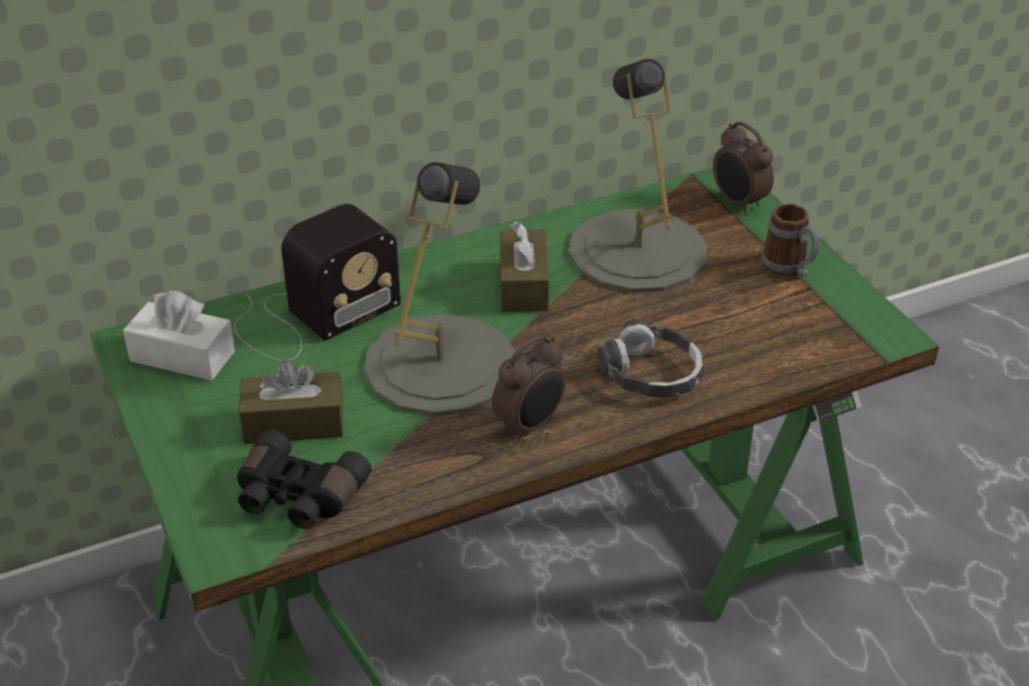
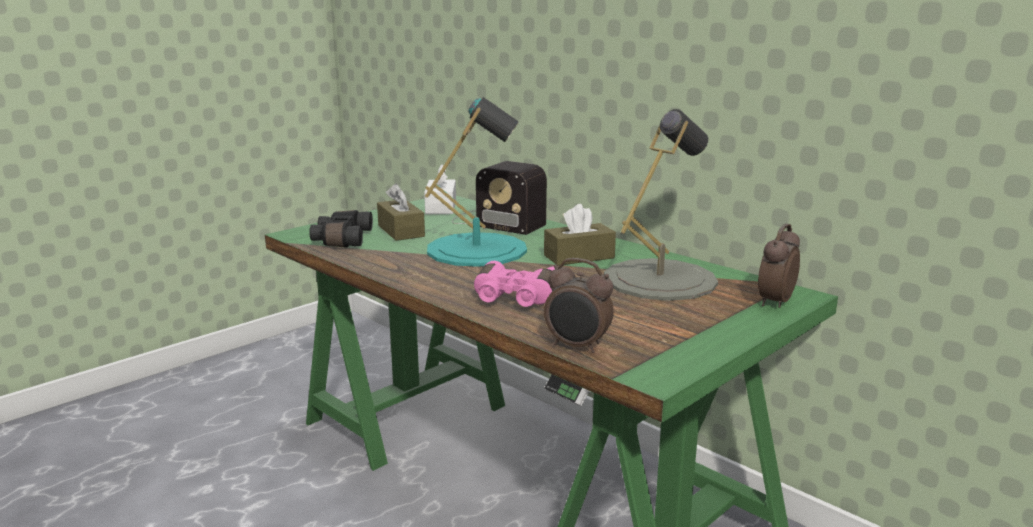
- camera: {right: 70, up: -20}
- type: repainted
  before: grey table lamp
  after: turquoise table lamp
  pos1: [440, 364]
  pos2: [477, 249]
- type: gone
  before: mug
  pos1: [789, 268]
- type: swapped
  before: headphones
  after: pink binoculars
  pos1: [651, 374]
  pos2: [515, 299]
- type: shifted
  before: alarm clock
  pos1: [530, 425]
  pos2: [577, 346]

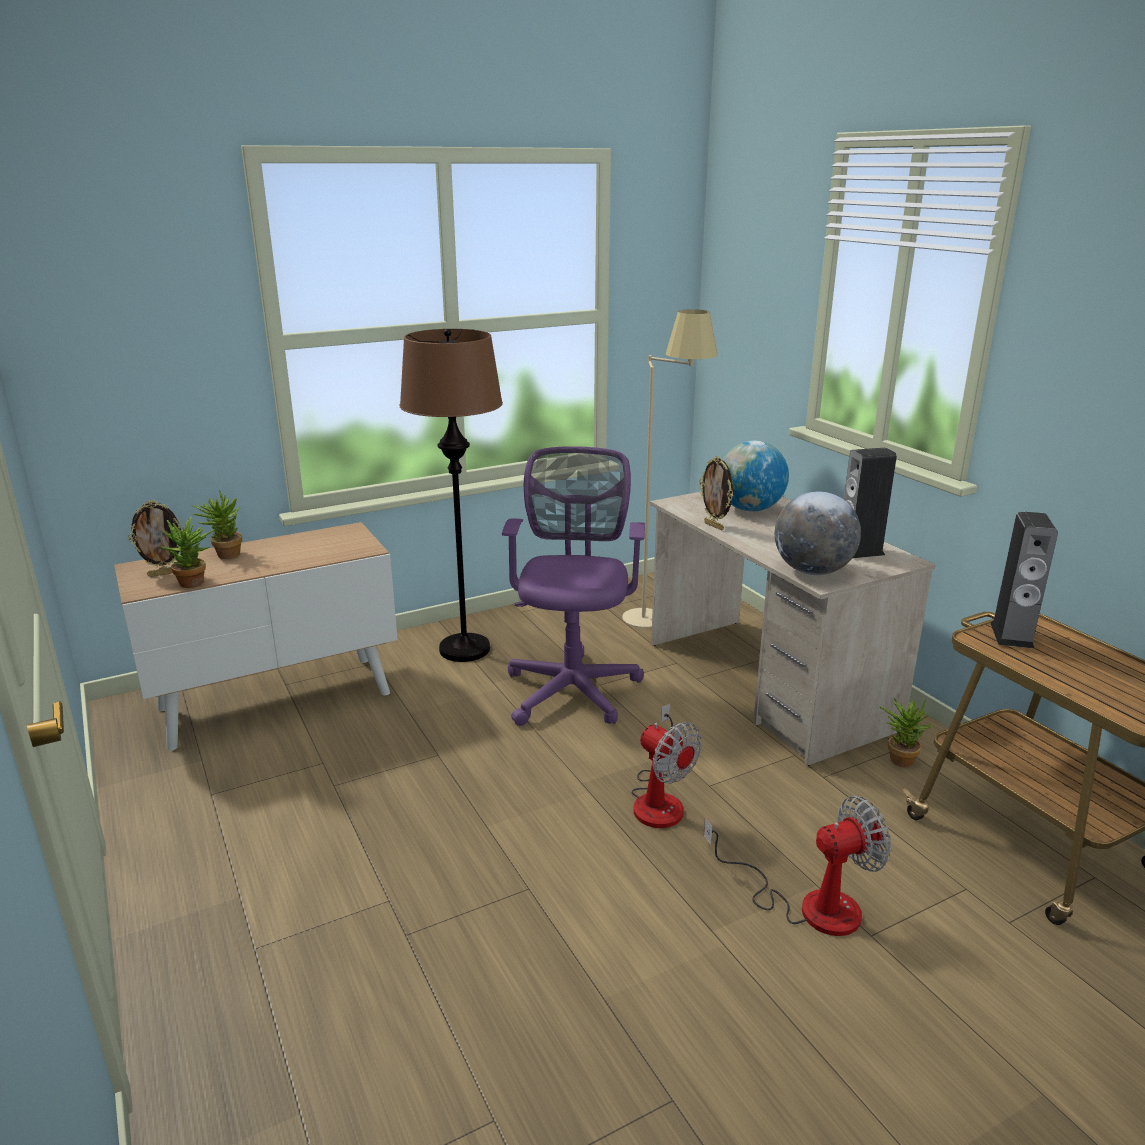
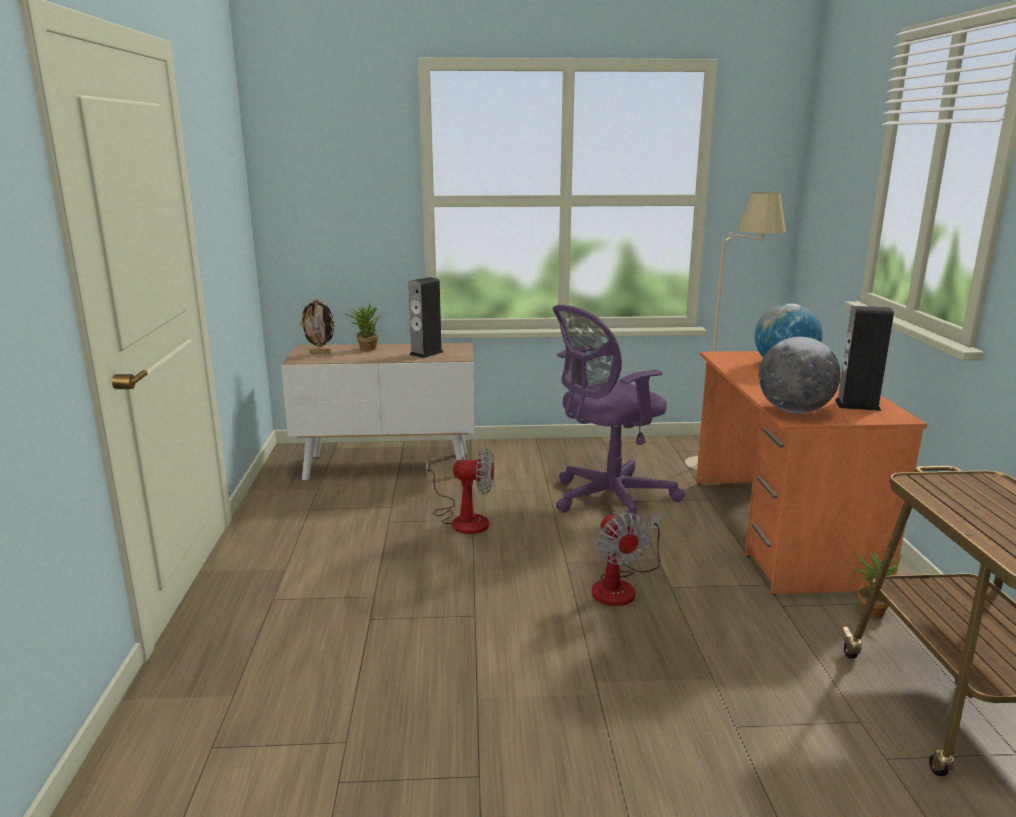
- camera: {right: 25, up: -5}
- type: gone
  before: brown floor lamp
  pos1: [465, 649]
- type: rotated
  before: purple office chair
  pos1: [573, 687]
  pos2: [607, 499]
  turn: -150
- type: gone
  before: picture frame
  pos1: [714, 526]
- type: repainted
  before: beige desk
  after: orange desk
  pos1: [766, 685]
  pos2: [780, 530]
- type: shifted
  before: speaker
  pos1: [1011, 635]
  pos2: [426, 353]
- type: gone
  before: potted plant
  pos1: [195, 584]
- type: shifted
  before: fan
  pos1: [808, 904]
  pos2: [463, 519]

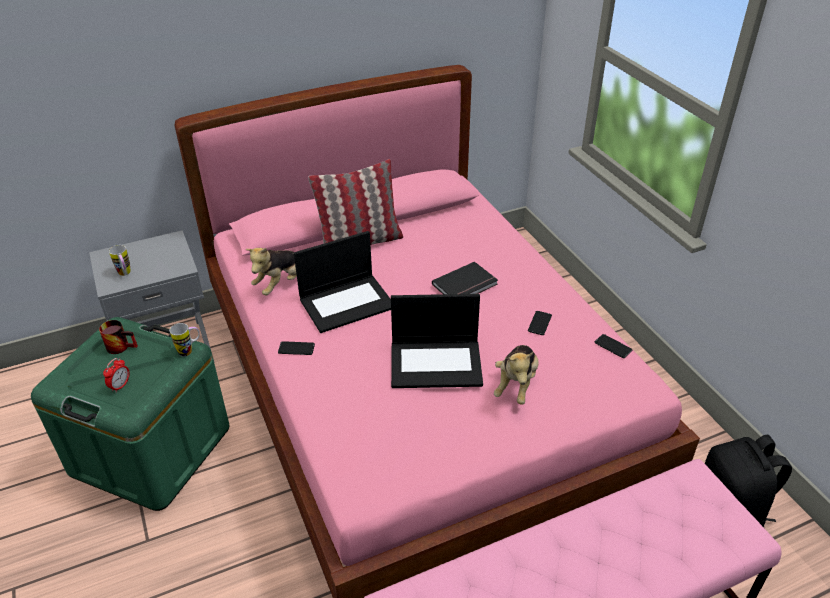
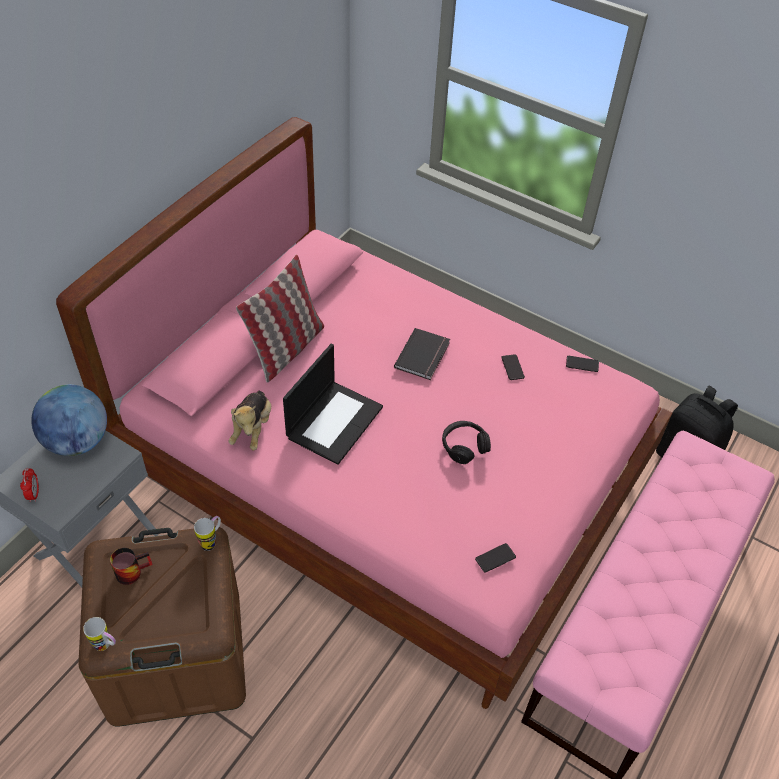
- camera: {right: -35, up: 10}
- type: shifted
  before: mug
  pos1: [125, 274]
  pos2: [106, 646]
- type: swapped
  before: laptop
  after: black headphones
  pos1: [437, 363]
  pos2: [464, 446]
- type: repainted
  before: green storage box
  after: brown storage box
  pos1: [151, 450]
  pos2: [176, 654]
- type: shifted
  before: phone
  pos1: [296, 348]
  pos2: [495, 558]
- type: gone
  before: plush toy
  pos1: [516, 384]
- type: shifted
  before: alarm clock
  pos1: [120, 386]
  pos2: [34, 494]
- type: new
  after: globe
  pos2: [77, 441]

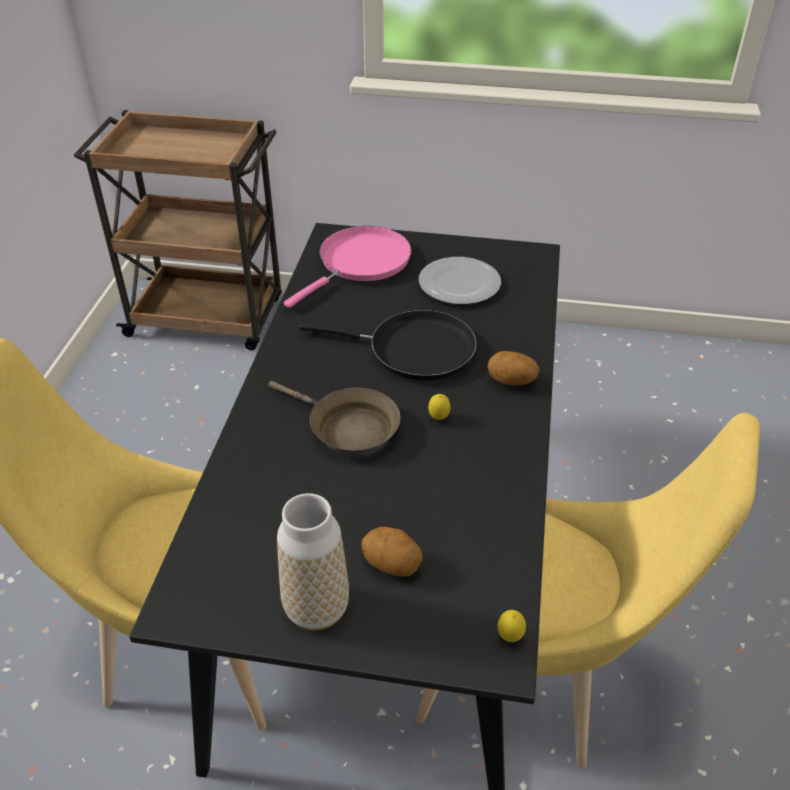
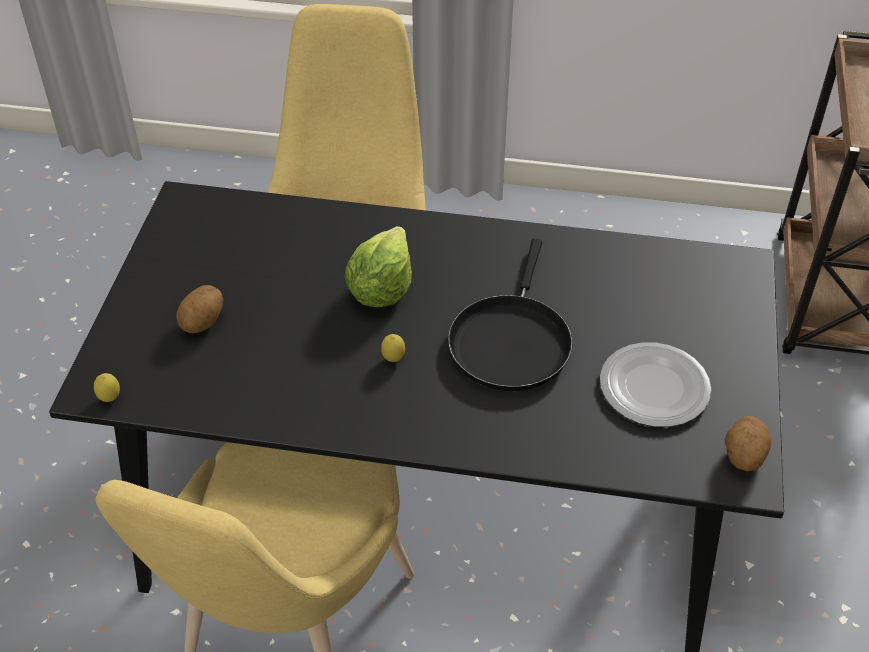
- camera: {right: 90, up: 5}
- type: gone
  before: pink frying pan
  pos1: [360, 263]
- type: shifted
  before: potato
  pos1: [511, 382]
  pos2: [743, 457]
- type: swapped
  before: brown frying pan
  after: lettuce
  pos1: [347, 428]
  pos2: [381, 289]
- type: gone
  before: vase
  pos1: [316, 609]

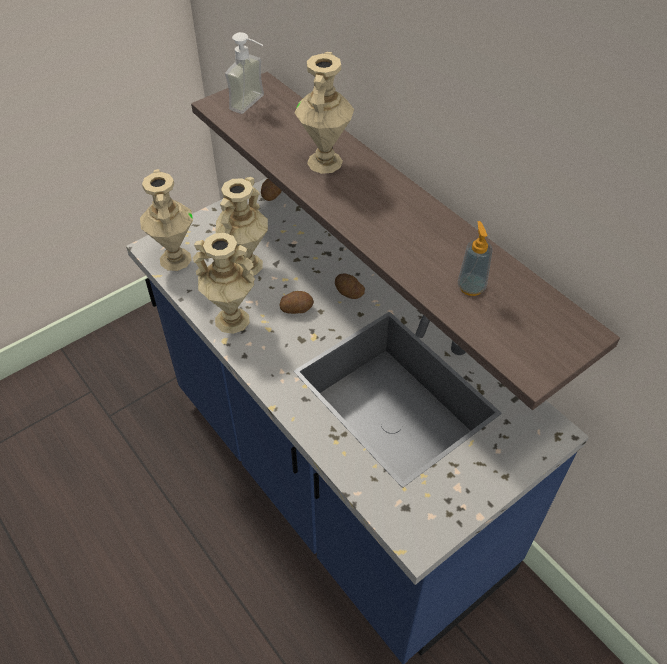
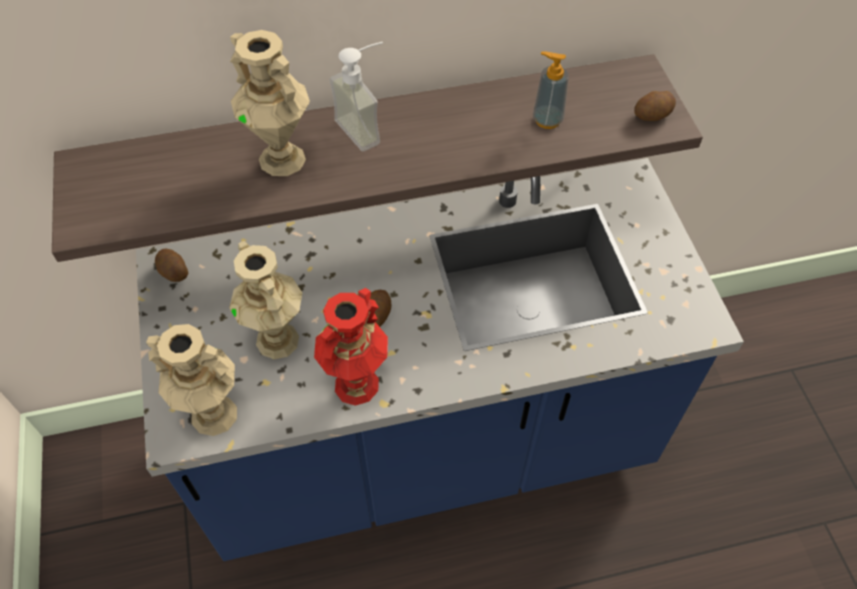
- camera: {right: -65, up: 5}
- type: shifted
  before: soap dispenser
  pos1: [254, 105]
  pos2: [367, 127]
- type: repainted
  before: beige vase
  after: red vase
  pos1: [231, 320]
  pos2: [357, 385]
- type: shifted
  before: potato
  pos1: [348, 293]
  pos2: [652, 116]

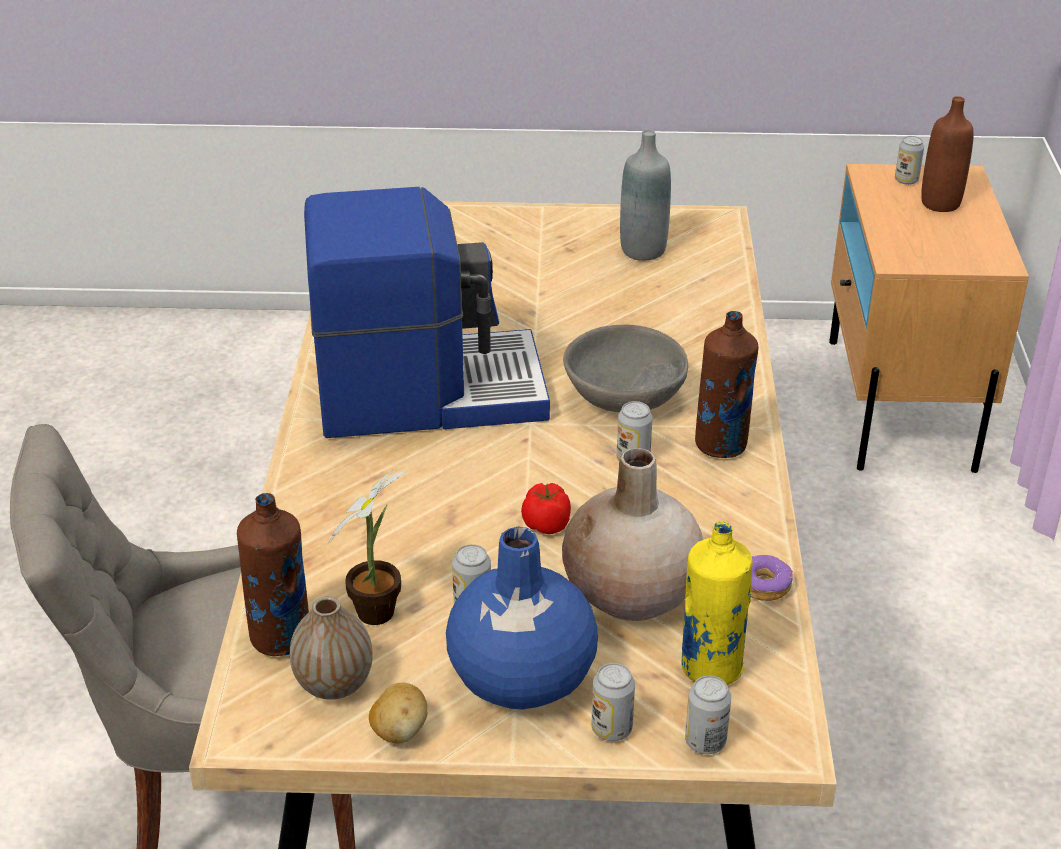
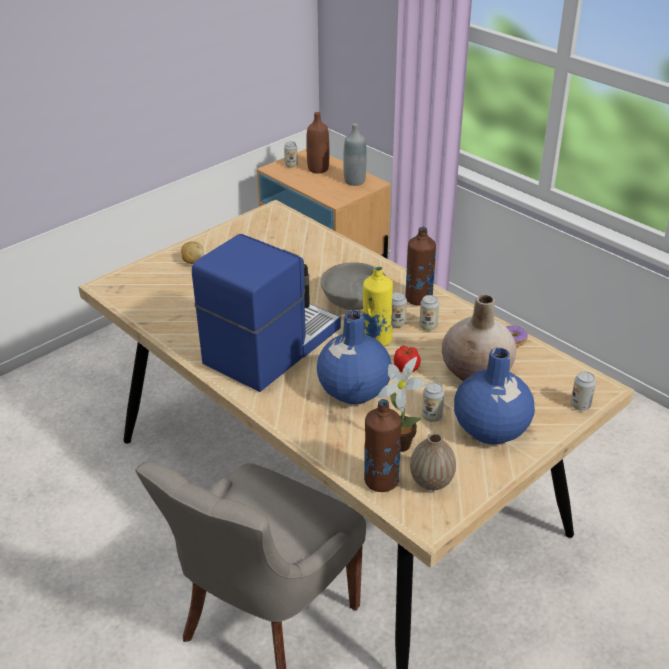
- camera: {right: -45, up: 0}
- type: shifted
  before: grey bottle
  pos1: [643, 250]
  pos2: [354, 181]
- type: shifted
  before: yellow bottle
  pos1: [710, 667]
  pos2: [377, 340]
- type: shifted
  before: can
  pos1: [611, 729]
  pos2: [428, 326]
- type: shifted
  before: potato
  pos1: [399, 731]
  pos2: [192, 261]
- type: new
  after: blue vase
  pos2: [353, 390]

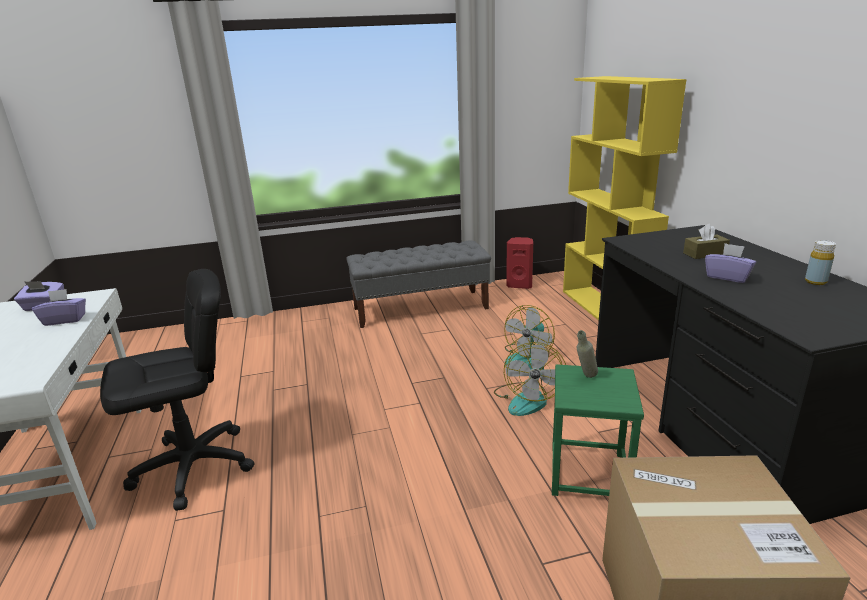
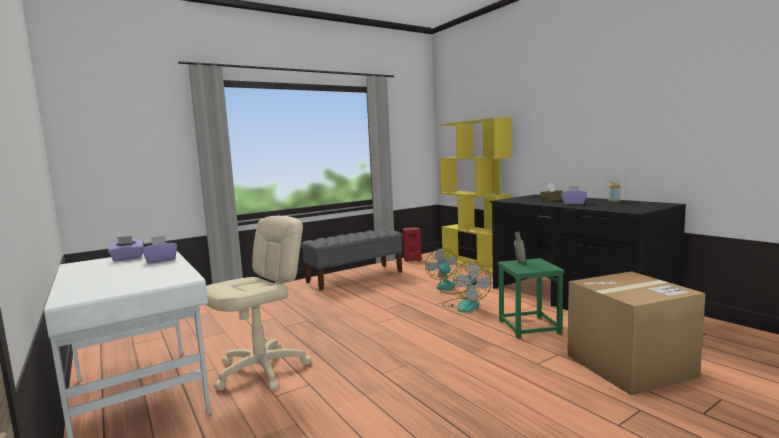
- camera: {right: -20, up: -15}
- type: repainted
  before: black office chair
  after: beige office chair
  pos1: [194, 466]
  pos2: [262, 370]
- type: rotated
  before: fan
  pos1: [528, 357]
  pos2: [448, 288]
  turn: 150

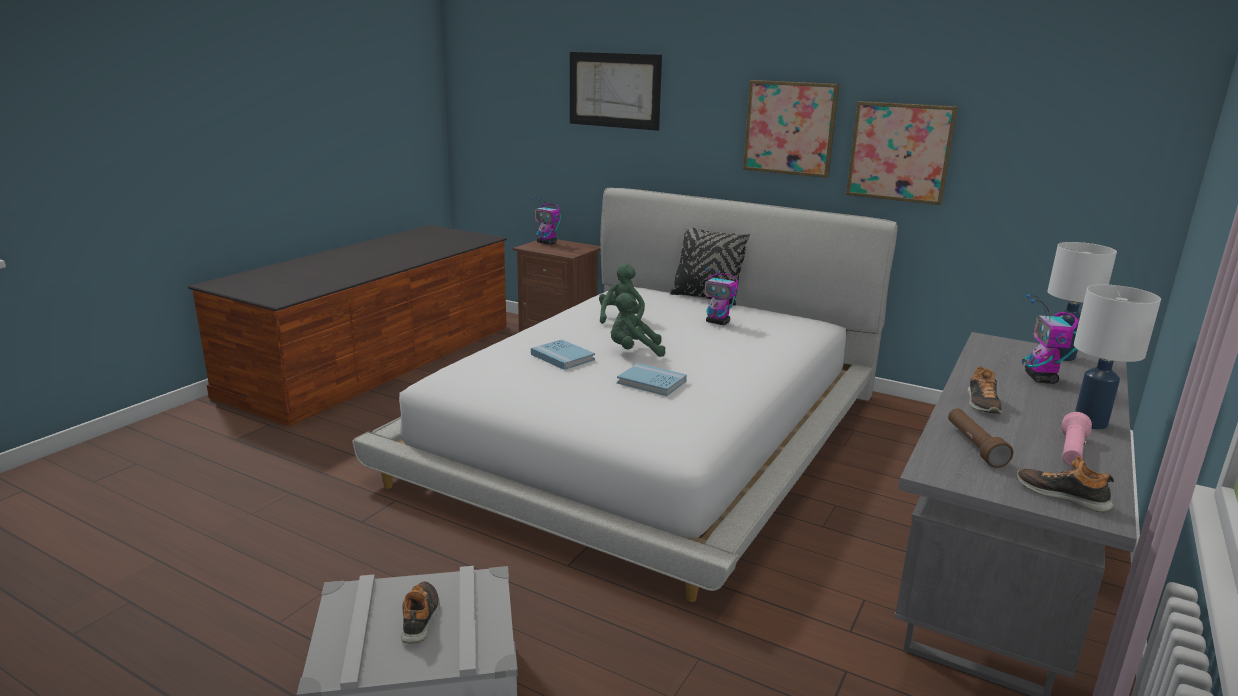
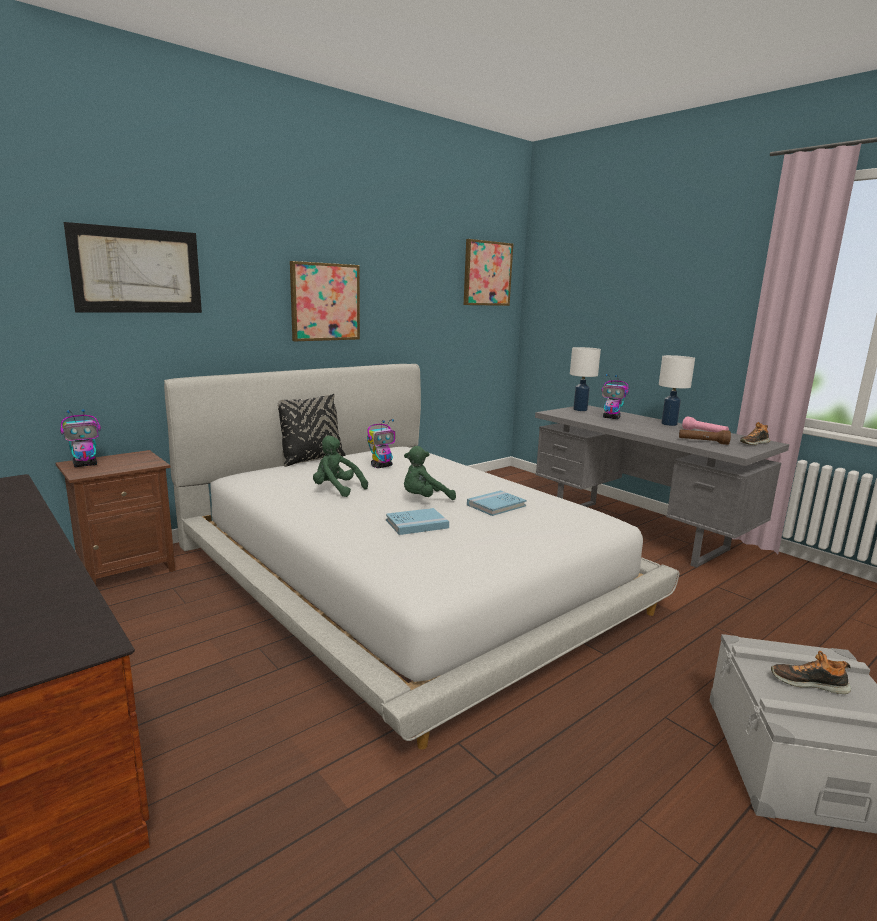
- camera: {right: -70, up: -5}
- type: shifted
  before: picture
  pos1: [900, 152]
  pos2: [487, 273]
- type: rotated
  before: green plush toy
  pos1: [634, 351]
  pos2: [424, 499]
  turn: 45
- type: gone
  before: shoe
  pos1: [982, 404]

